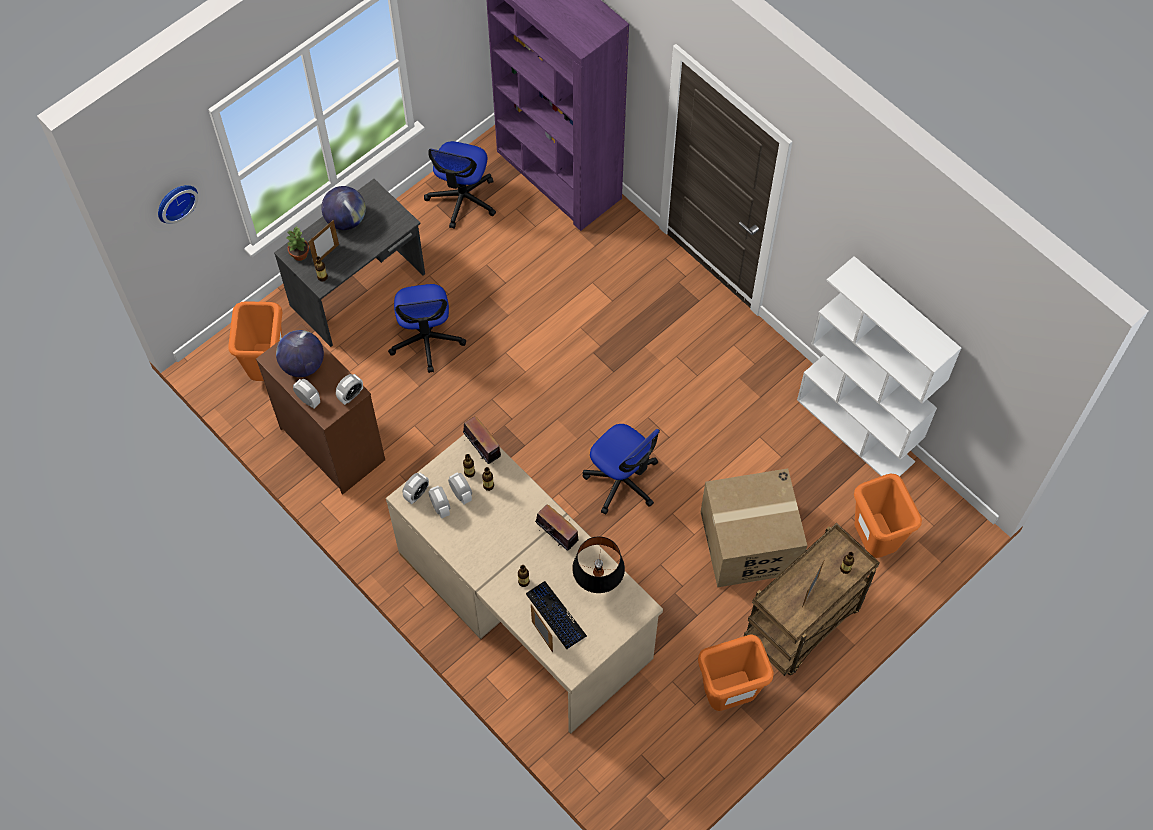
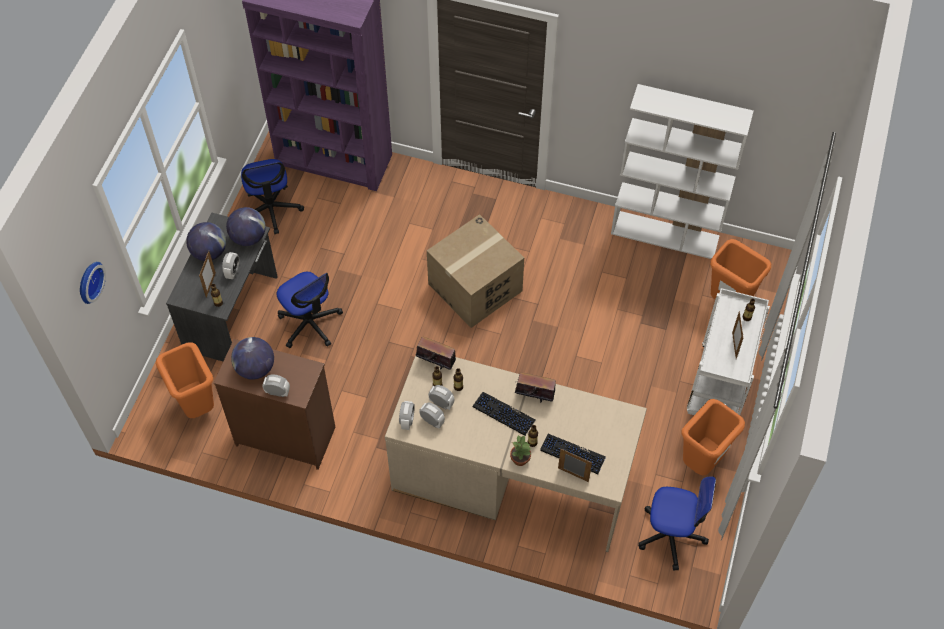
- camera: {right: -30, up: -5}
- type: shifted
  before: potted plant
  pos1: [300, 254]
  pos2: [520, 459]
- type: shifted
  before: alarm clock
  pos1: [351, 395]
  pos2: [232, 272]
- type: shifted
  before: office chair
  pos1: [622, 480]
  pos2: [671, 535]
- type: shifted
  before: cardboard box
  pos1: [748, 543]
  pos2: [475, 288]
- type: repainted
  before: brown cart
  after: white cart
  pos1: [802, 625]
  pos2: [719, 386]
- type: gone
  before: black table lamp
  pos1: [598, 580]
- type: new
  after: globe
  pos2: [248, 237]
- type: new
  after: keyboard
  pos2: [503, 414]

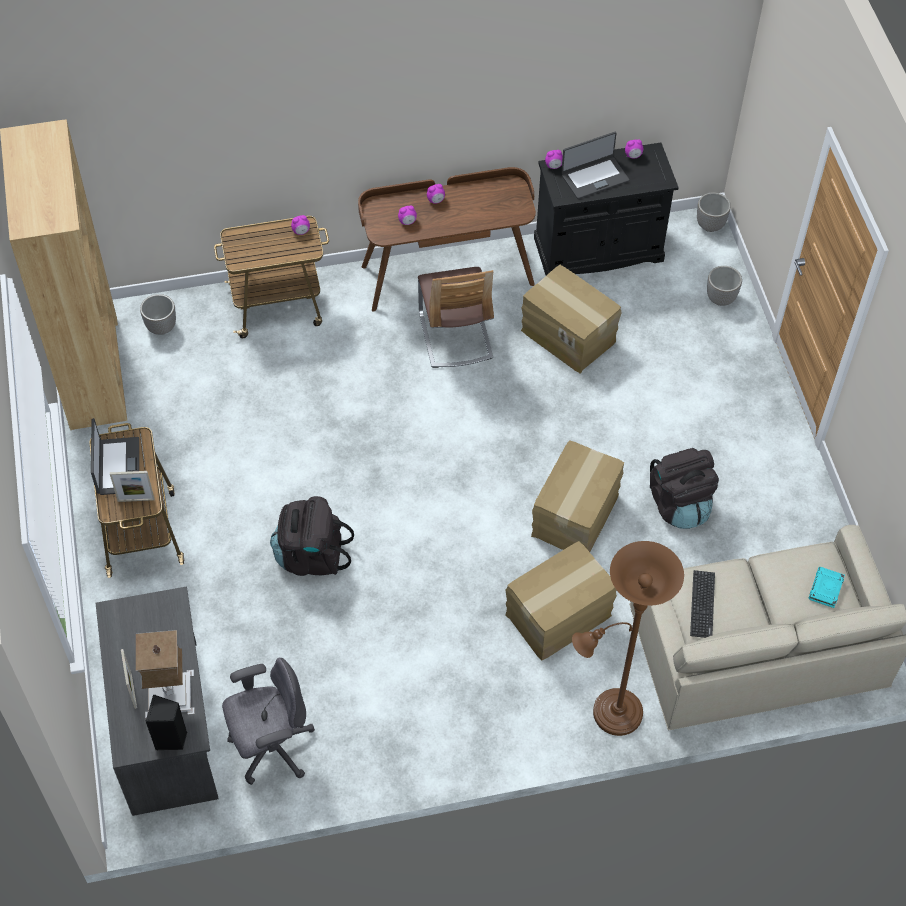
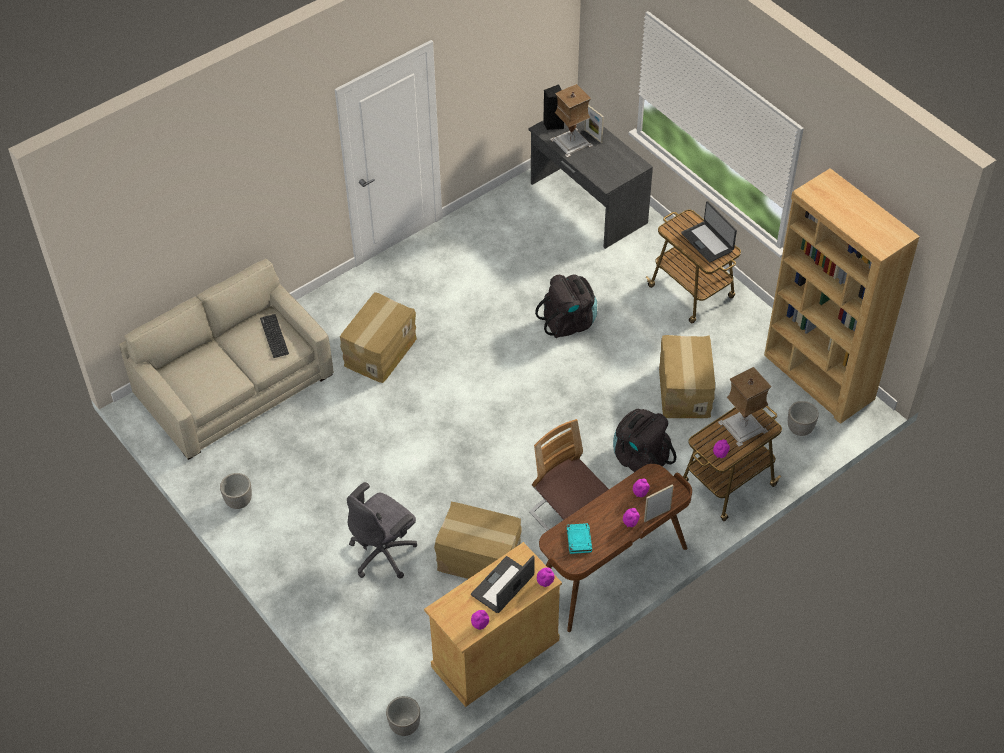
- camera: {right: 155, up: -5}
- type: repainted
  before: black cabinet
  after: beige cabinet
  pos1: [598, 250]
  pos2: [495, 653]
- type: shifted
  before: planter
  pos1: [721, 299]
  pos2: [238, 502]
- type: shifted
  before: cardboard box
  pos1: [576, 515]
  pos2: [683, 391]
- type: shifted
  before: black backpack
  pos1: [679, 504]
  pos2: [640, 458]
- type: shifted
  before: picture frame
  pos1: [136, 500]
  pos2: [657, 515]
- type: gone
  before: brown floor lamp
  pos1: [611, 714]
- type: shifted
  before: turquoise book
  pos1: [826, 589]
  pos2: [578, 539]
- type: shifted
  before: grey office chair
  pos1: [271, 747]
  pos2: [384, 553]
- type: new
  after: table lamp
  pos2: [742, 427]

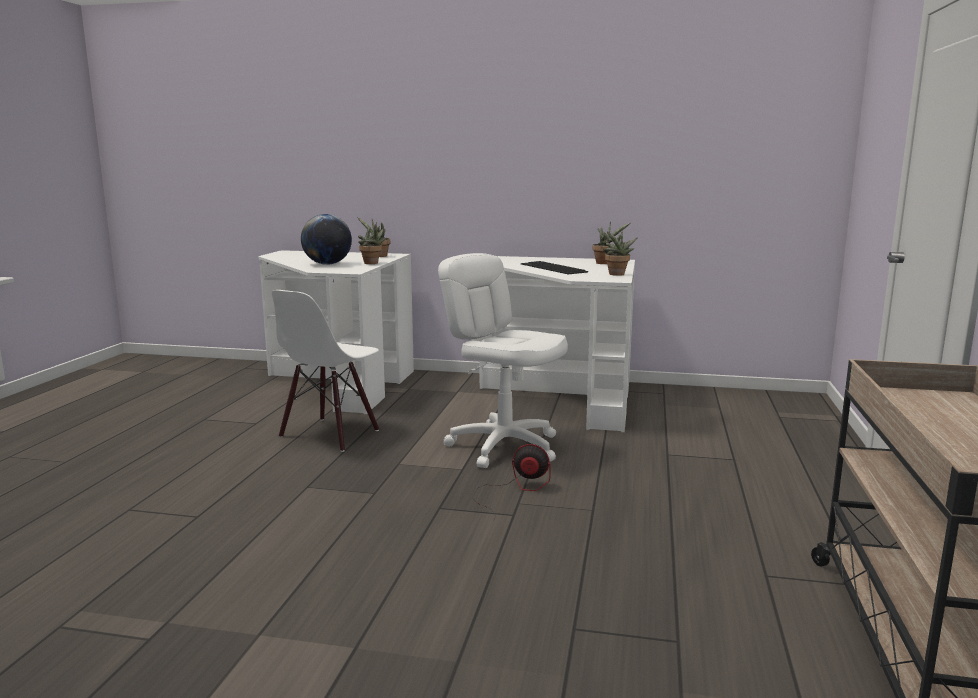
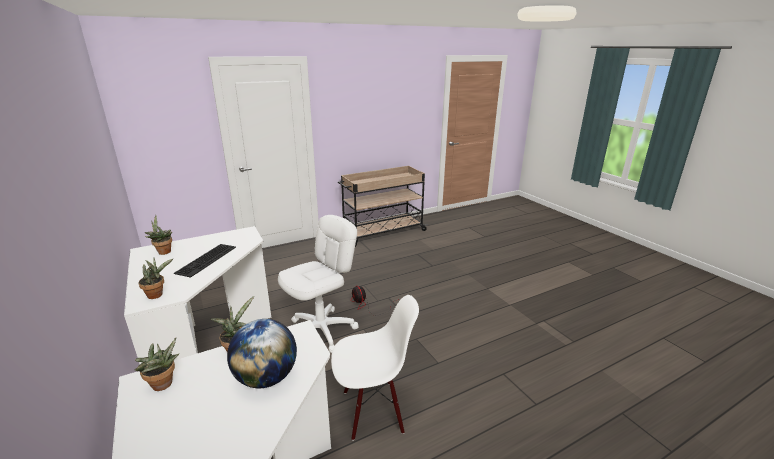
- camera: {right: -130, up: 10}
- type: shifted
  before: potted plant
  pos1: [617, 274]
  pos2: [157, 294]
- type: rotated
  before: white office chair
  pos1: [504, 446]
  pos2: [322, 331]
  turn: -135

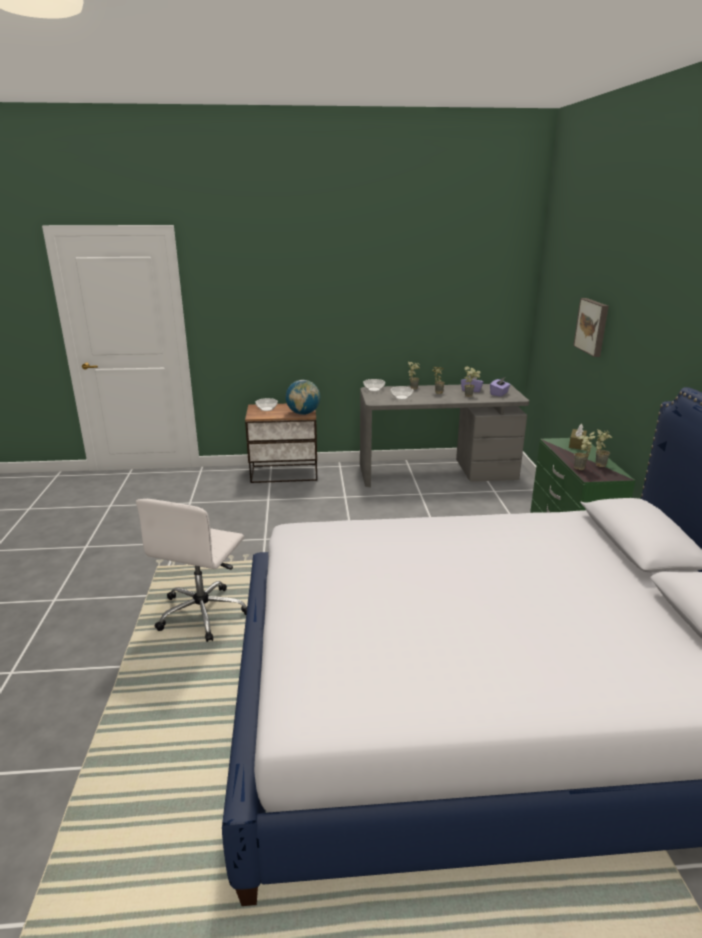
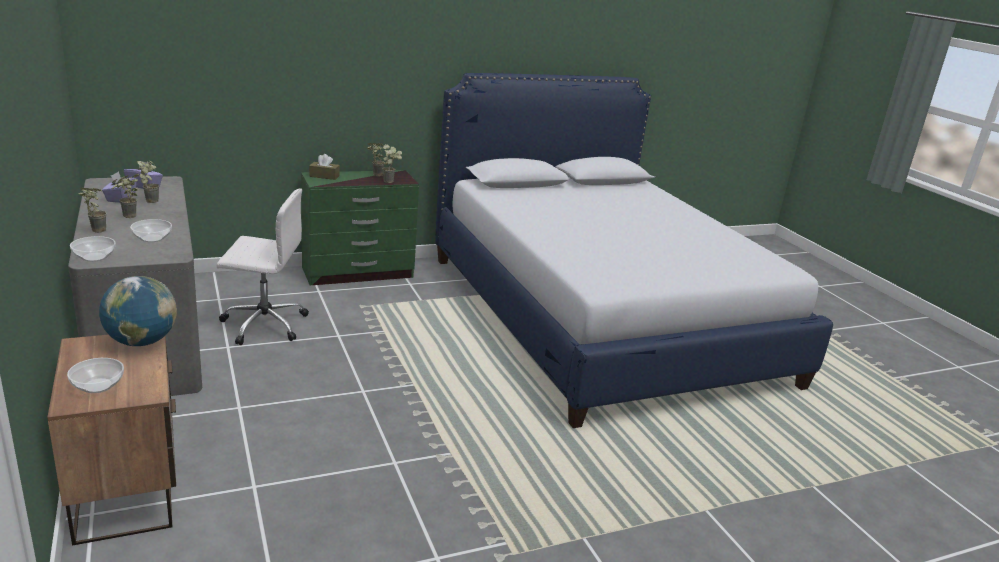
- camera: {right: -110, up: 0}
- type: gone
  before: picture
  pos1: [593, 326]
- type: shifted
  before: white office chair
  pos1: [204, 612]
  pos2: [263, 324]

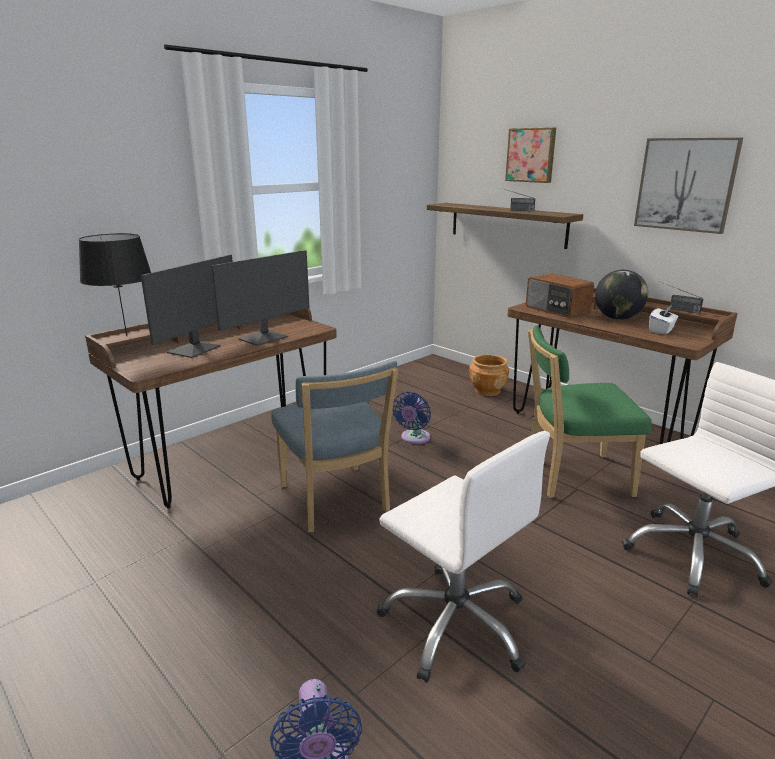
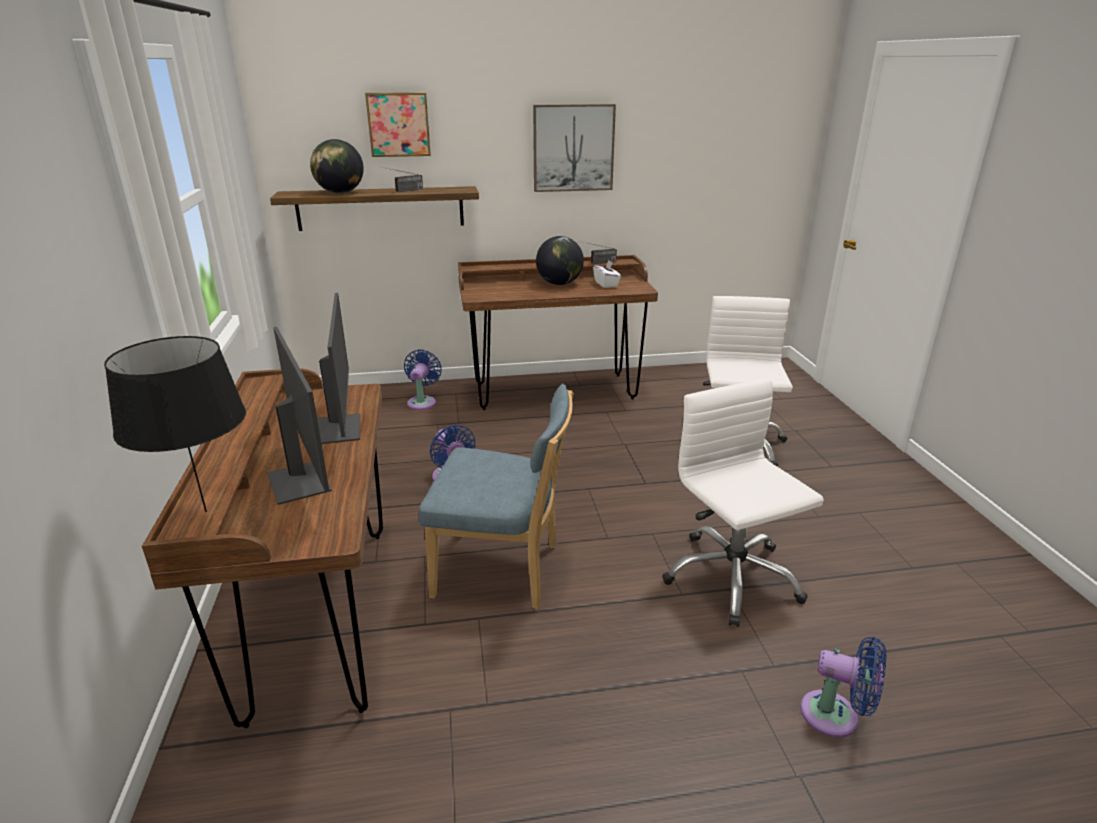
- camera: {right: -55, up: 5}
- type: gone
  before: radio
  pos1: [556, 310]
- type: gone
  before: green chair
  pos1: [572, 476]
- type: swapped
  before: brown planter
  after: blue fan
  pos1: [487, 390]
  pos2: [422, 402]
- type: rotated
  before: white office chair
  pos1: [456, 623]
  pos2: [731, 577]
  turn: -105
- type: new
  after: globe
  pos2: [340, 192]

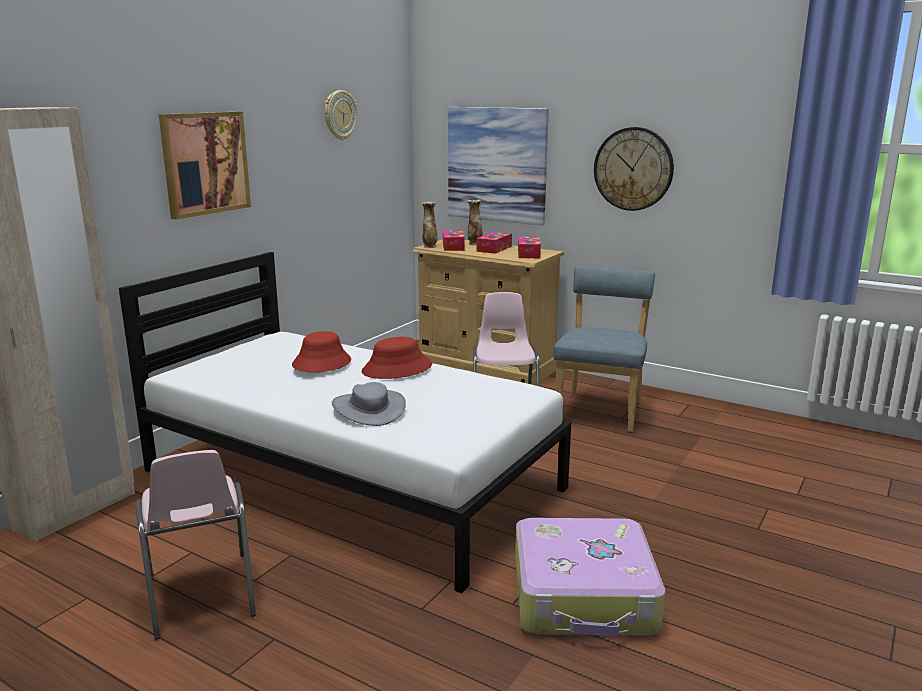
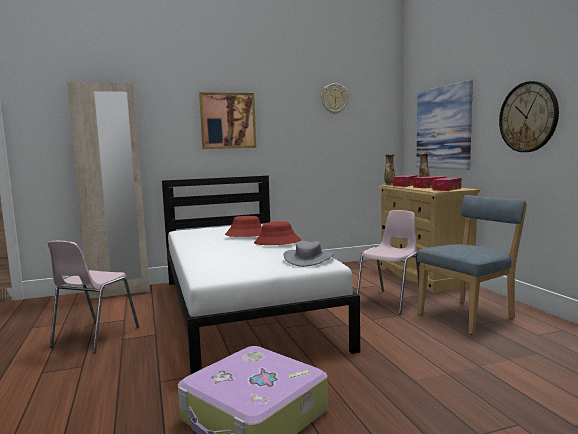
- camera: {right: 40, up: -10}
- type: shifted
  before: grey hat
  pos1: [369, 409]
  pos2: [309, 259]

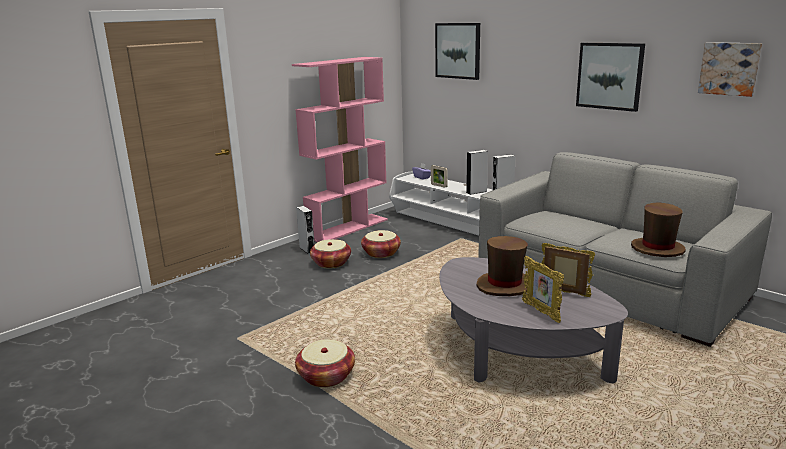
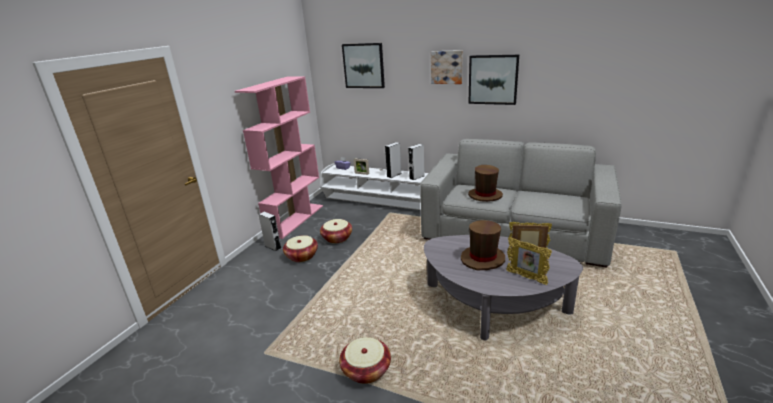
- camera: {right: -20, up: 5}
- type: shifted
  before: picture
  pos1: [729, 68]
  pos2: [447, 67]
- type: shifted
  before: brown hat
  pos1: [657, 249]
  pos2: [485, 195]

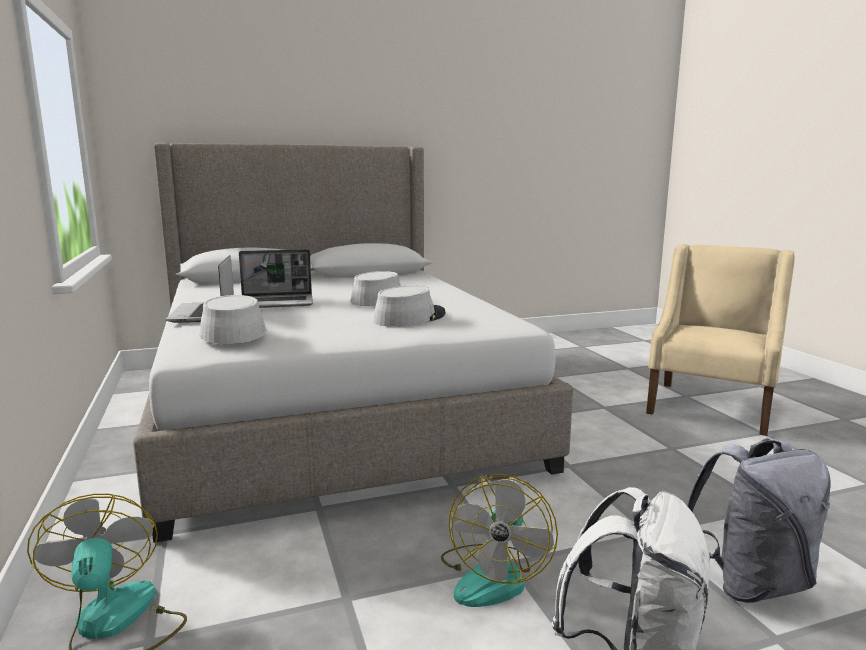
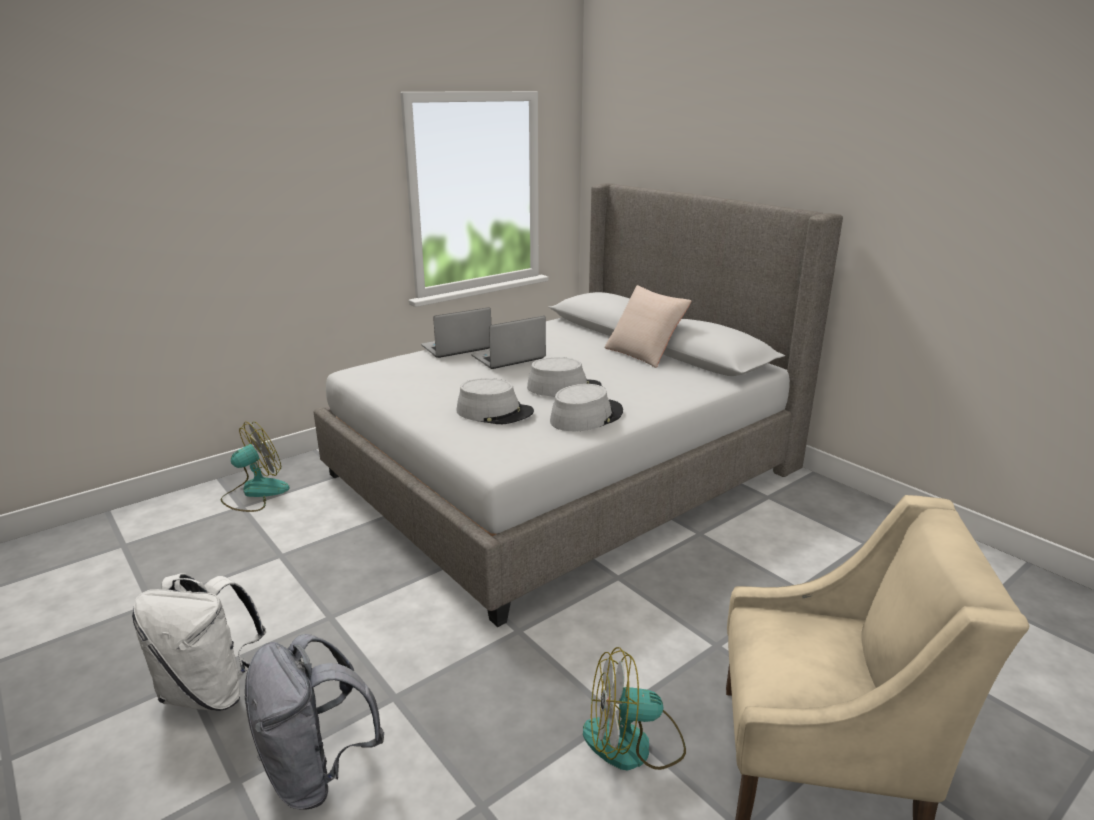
- camera: {right: 70, up: 10}
- type: rotated
  before: laptop
  pos1: [277, 303]
  pos2: [508, 358]
  turn: 90
- type: shifted
  before: grey hat
  pos1: [232, 331]
  pos2: [586, 416]
- type: shifted
  before: fan
  pos1: [493, 576]
  pos2: [633, 743]
- type: new
  after: beige pillow
  pos2: [644, 353]

